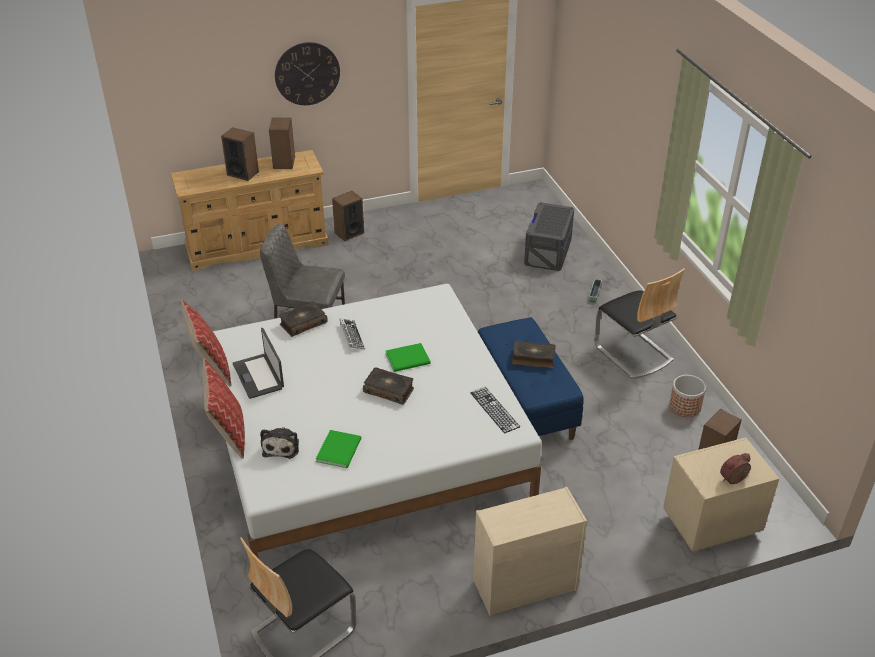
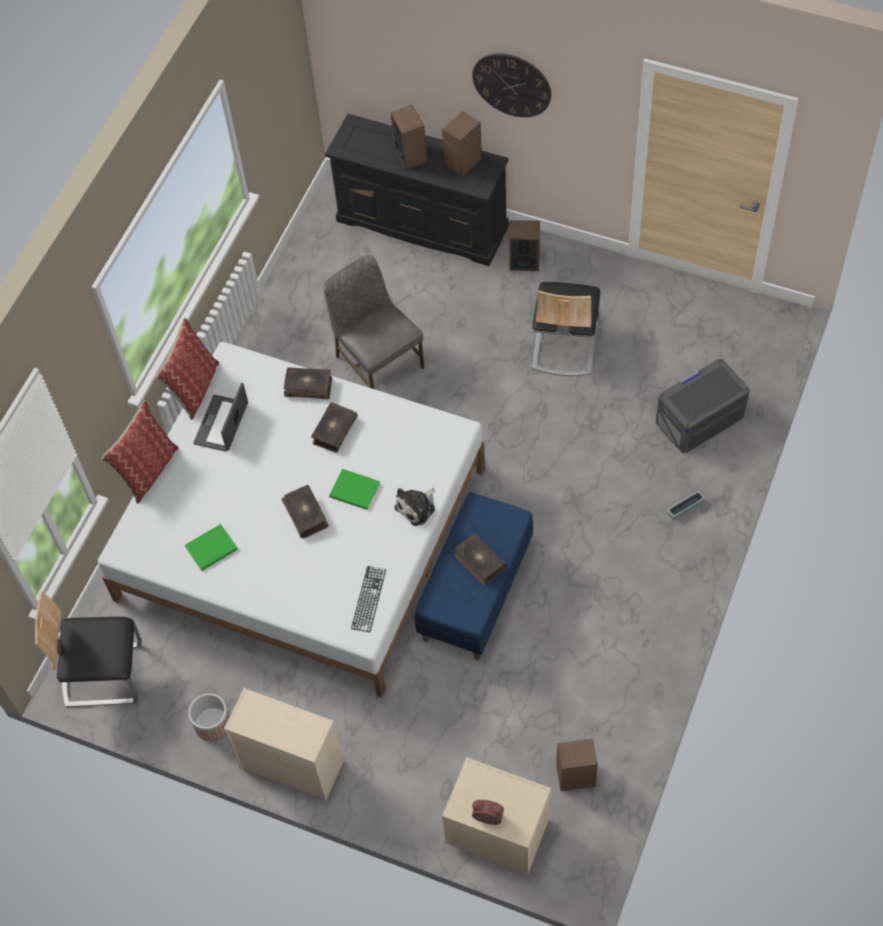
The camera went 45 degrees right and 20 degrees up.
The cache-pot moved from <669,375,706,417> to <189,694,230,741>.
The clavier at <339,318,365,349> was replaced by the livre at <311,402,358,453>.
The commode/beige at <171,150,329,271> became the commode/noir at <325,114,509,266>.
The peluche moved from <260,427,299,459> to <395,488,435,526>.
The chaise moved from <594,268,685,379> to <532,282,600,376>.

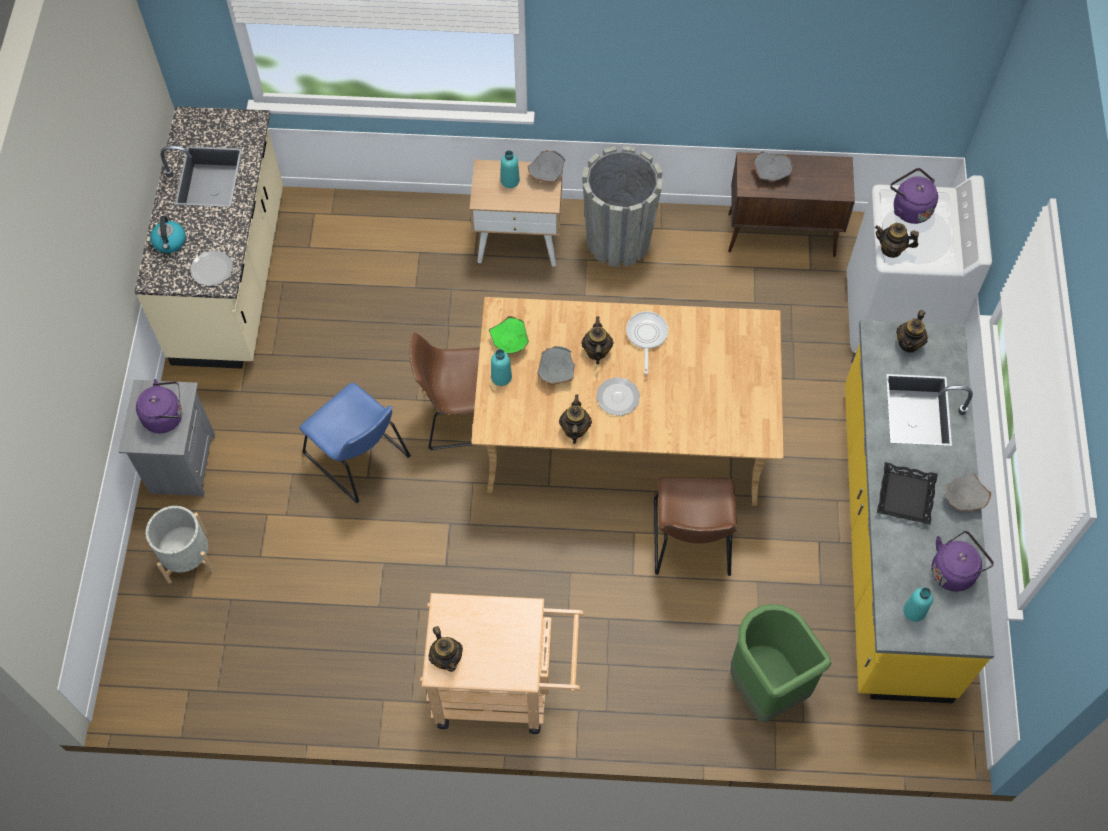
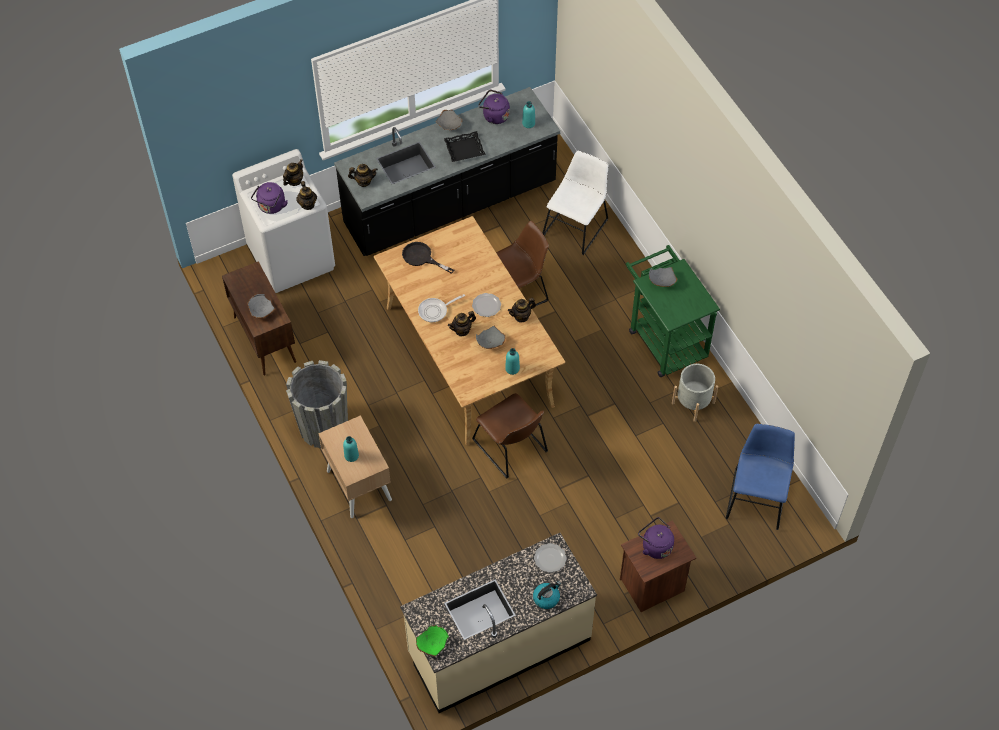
The camera went 120 degrees left and 5 degrees down.
The théière moved from <429,626,463,672> to <283,159,303,186>.
The comptoir de cuisine/jaune at <845,320,994,703> became the comptoir de cuisine/noir at <334,87,561,256>.
The poêle/noir at <402,242,454,274> appeared.
The bol/vert moved from <489,316,529,354> to <416,625,449,657>.
The poubelle/vert at <730,604,831,722> was replaced by the chaise/blanc at <543,151,608,255>.
The table de chevet/gris at <118,380,215,498> became the table de chevet/marron at <620,520,696,612>.
The chariot/beige at <420,593,584,734> became the chariot/vert at <626,245,720,377>.
The bol/gris moved from <528,150,566,182> to <649,267,677,287>.
The cache-pot/gris moved from <146,506,214,584> to <672,364,718,422>.
The chaise/bleu moved from <299,383,411,503> to <726,424,795,530>.

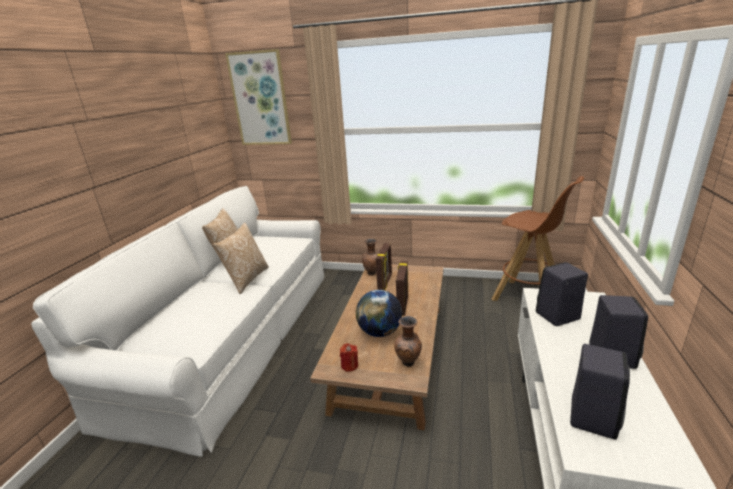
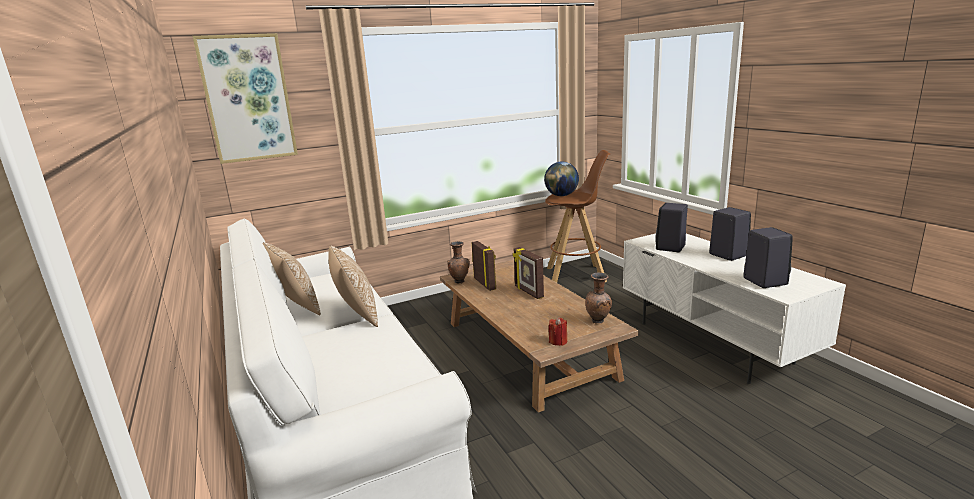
The camera went 40 degrees left and 5 degrees down.
The globe moved from <356,290,402,337> to <544,162,579,196>.

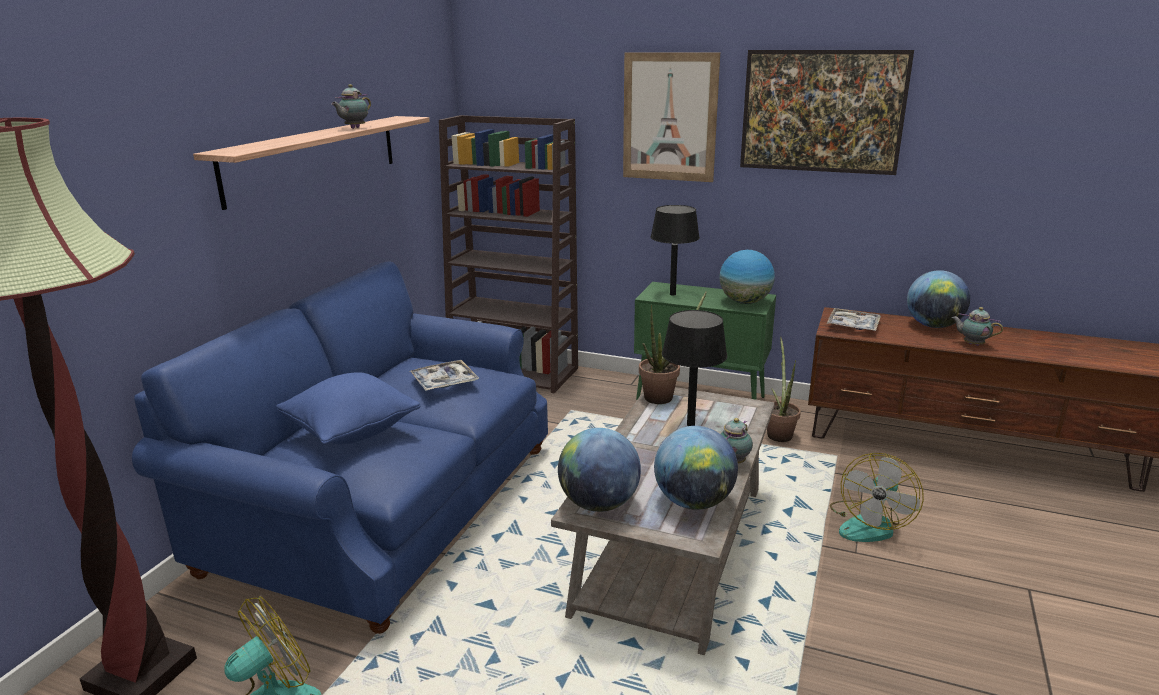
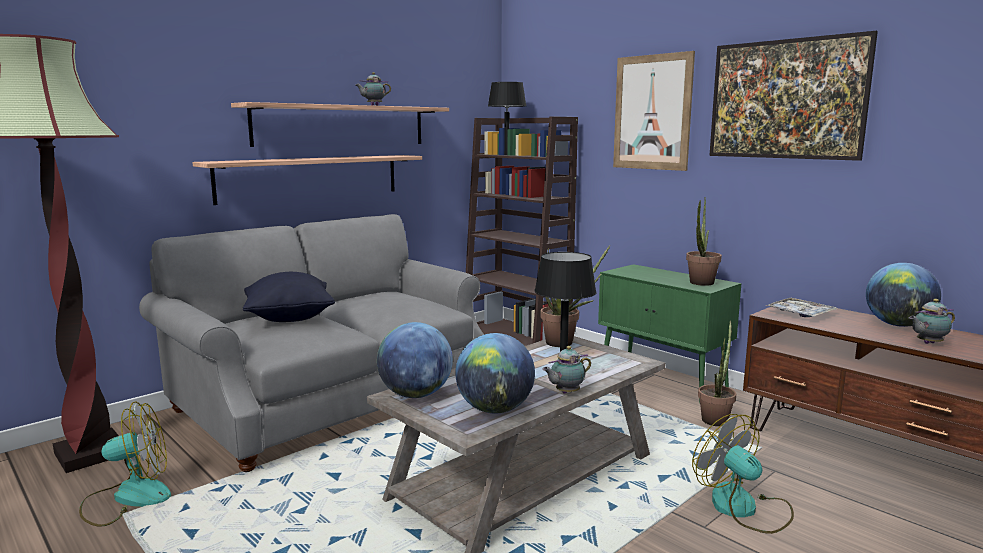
The camera went 25 degrees right and 10 degrees down.
The canapé/bleu at <132,261,548,634> became the canapé/gris at <139,214,484,472>.
The étagère at <192,155,422,205> appeared.
The coussin/bleu at <276,372,421,444> became the coussin/noir at <243,272,335,322>.
The lampe de table/noir moved from <650,205,700,296> to <488,82,526,155>.
The globe at <720,250,775,304> was replaced by the plante en pot at <686,200,722,286>.
The ventilateur at <830,453,924,542> turned 90 degrees clockwise.
The théière at <952,307,1003,346> turned 75 degrees counterclockwise.
The plateau at <410,360,479,391> disappeared.

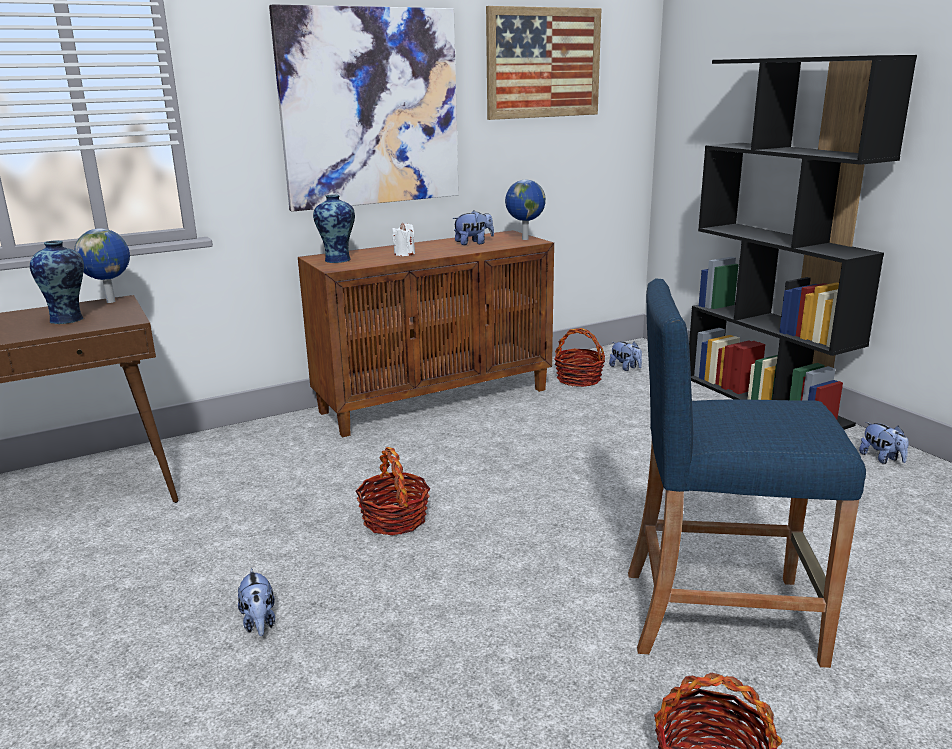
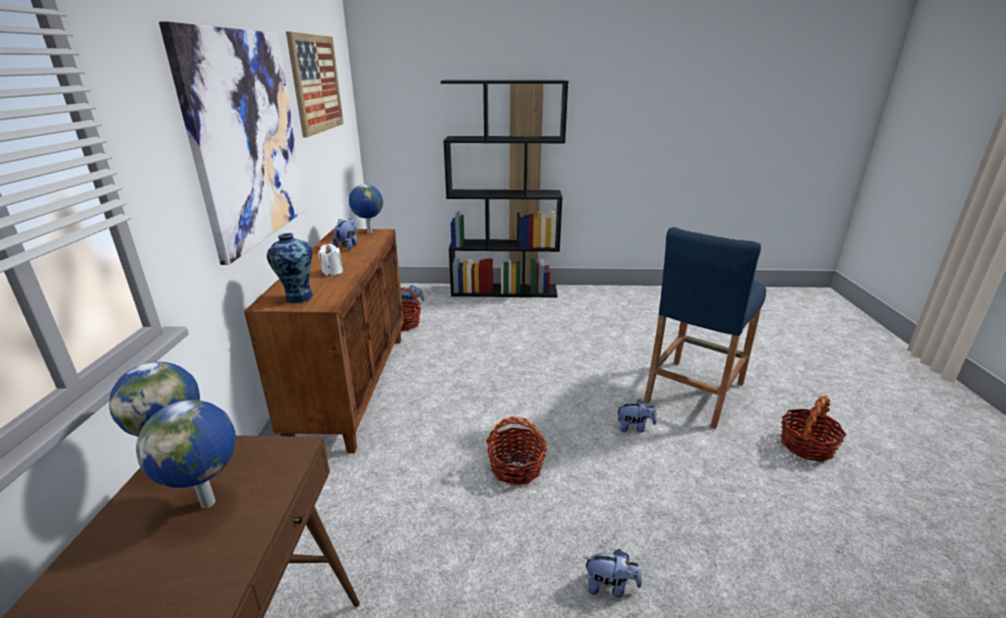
The camera went 60 degrees left and 5 degrees up.
The vase at <30,240,84,325> was replaced by the globe at <136,400,236,509>.
The peluche moved from <859,422,909,464> to <617,399,656,432>.

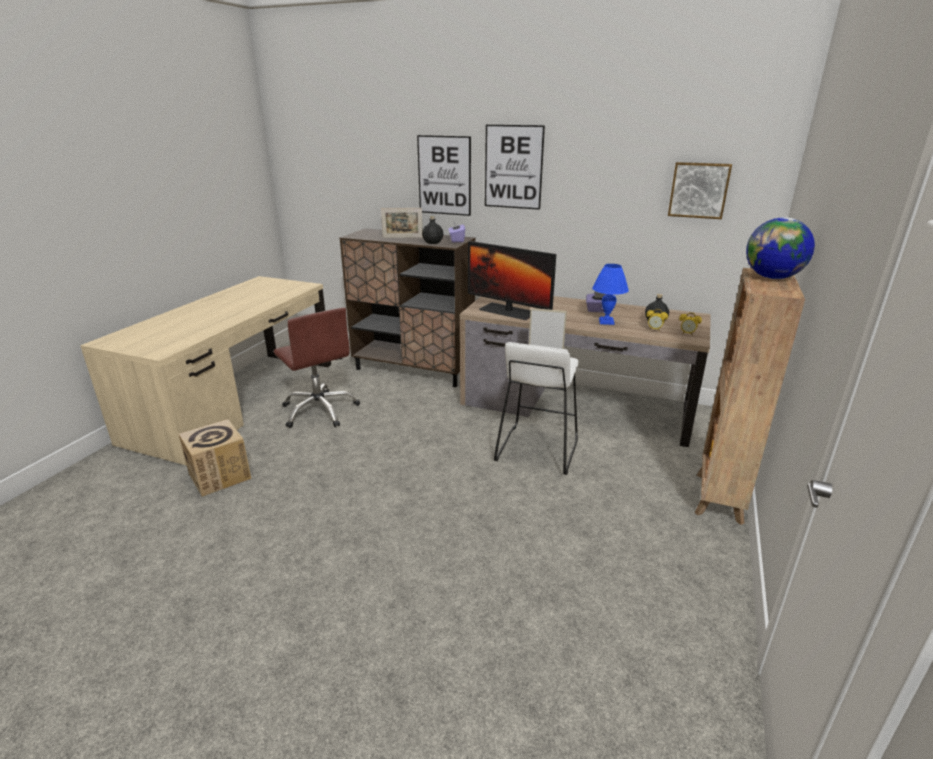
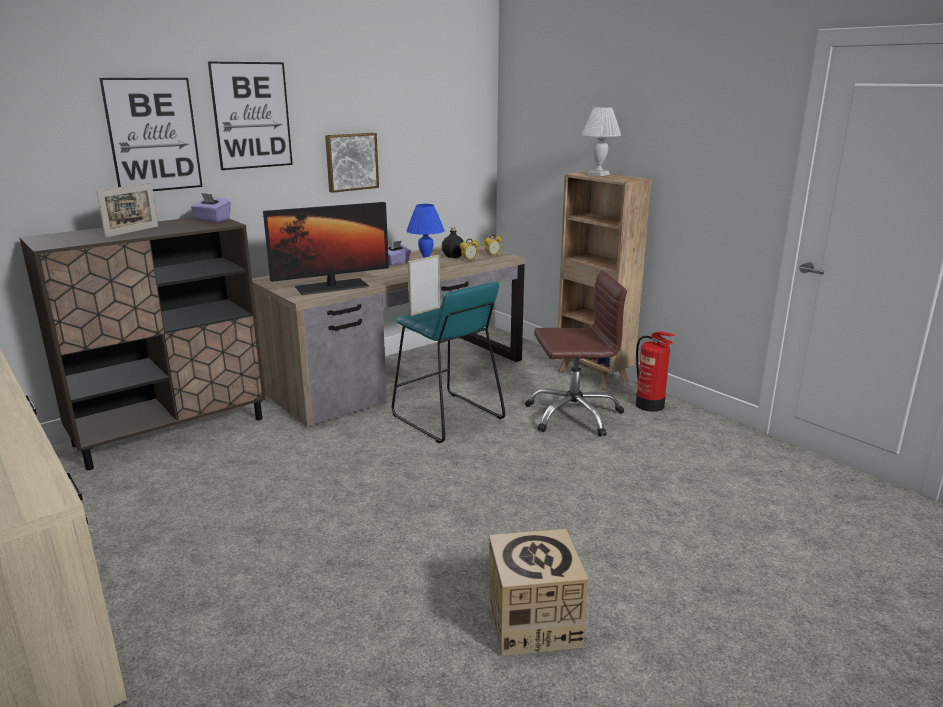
The camera went 60 degrees left and 5 degrees down.
The tableau moved from <668,162,732,219> to <325,133,379,193>.
The tabouret/blanc at <494,342,579,475> became the tabouret/turquoise at <392,282,505,443>.
The carton moved from <179,419,251,497> to <489,529,588,656>.
The chaise de bureau/marron moved from <274,307,360,428> to <525,270,627,437>.
The globe at <746,217,815,279> was replaced by the lampe de table/blanc at <581,107,621,176>.
The extincteur at <636,331,674,412> appeared.
The bouteille/noir at <422,216,443,244> disappeared.

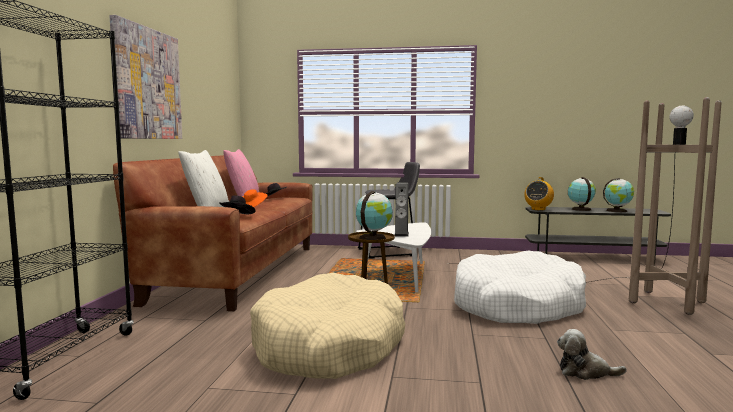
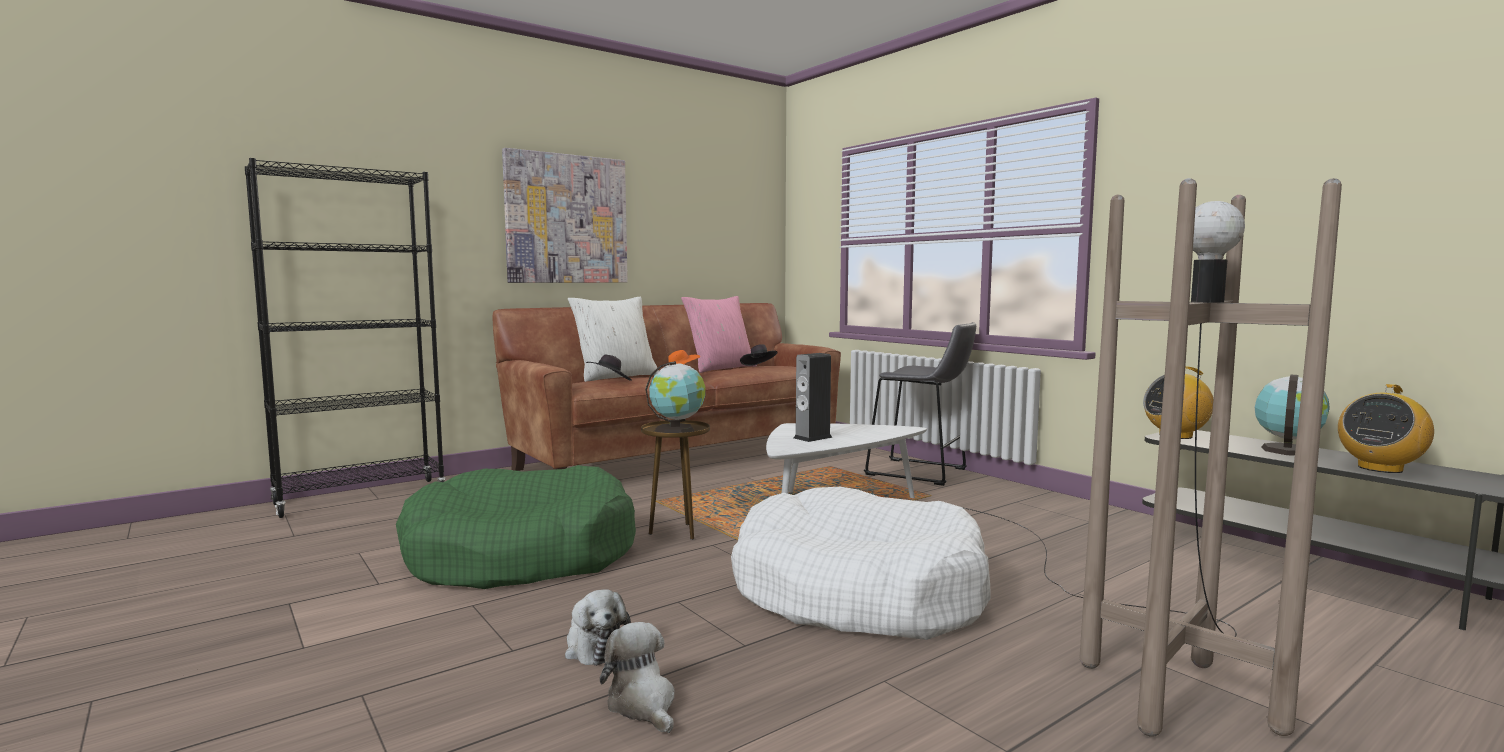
The camera went 45 degrees right and 0 degrees up.
The panier pour chien/beige at <250,273,405,379> became the panier pour chien/vert at <396,465,636,589>.
The peluche at <565,589,631,666> appeared.
The globe at <603,178,634,212> was replaced by the radio at <1338,384,1434,473>.

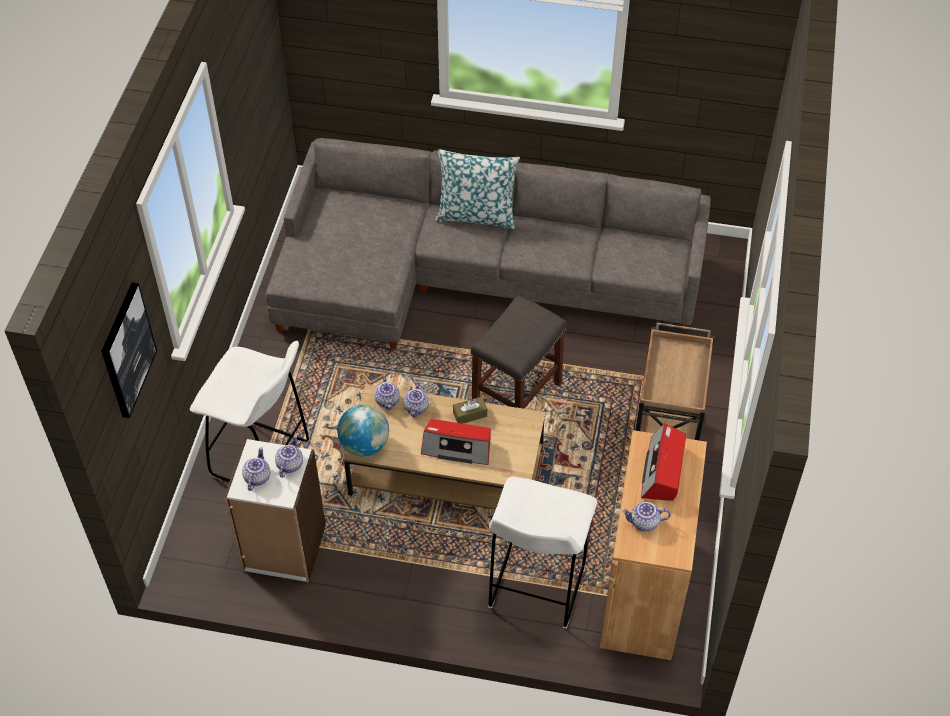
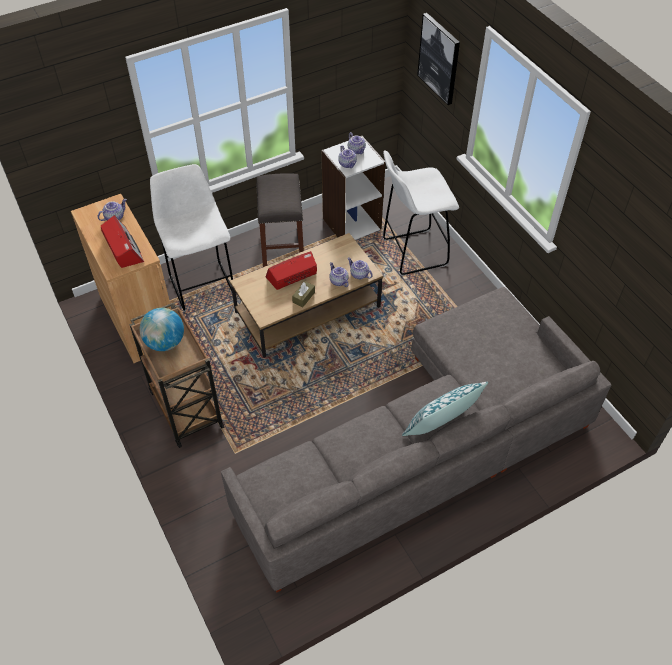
The camera went 140 degrees right and 0 degrees up.
The globe moved from <337,405,389,457> to <140,308,184,351>.
The tabouret/gris moved from <471,295,567,409> to <256,173,304,267>.

